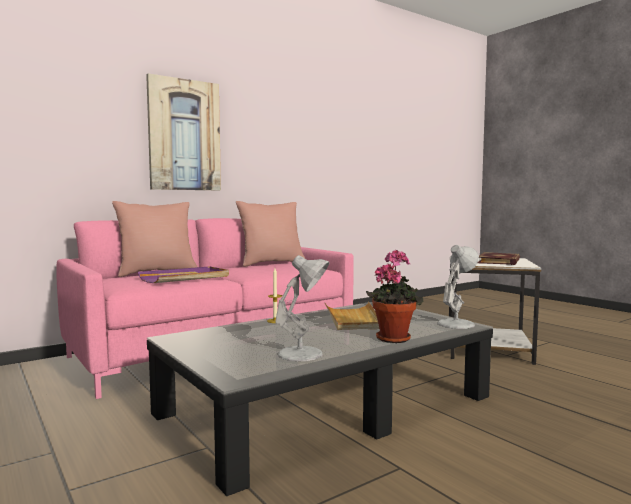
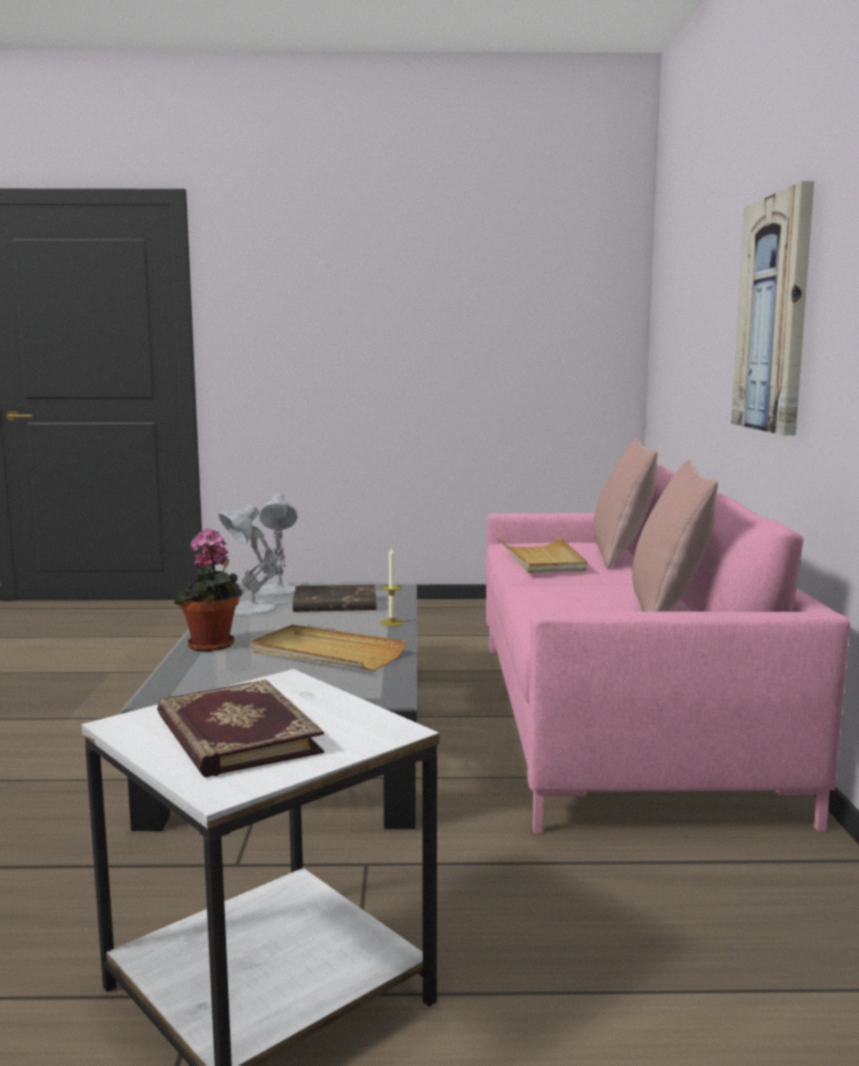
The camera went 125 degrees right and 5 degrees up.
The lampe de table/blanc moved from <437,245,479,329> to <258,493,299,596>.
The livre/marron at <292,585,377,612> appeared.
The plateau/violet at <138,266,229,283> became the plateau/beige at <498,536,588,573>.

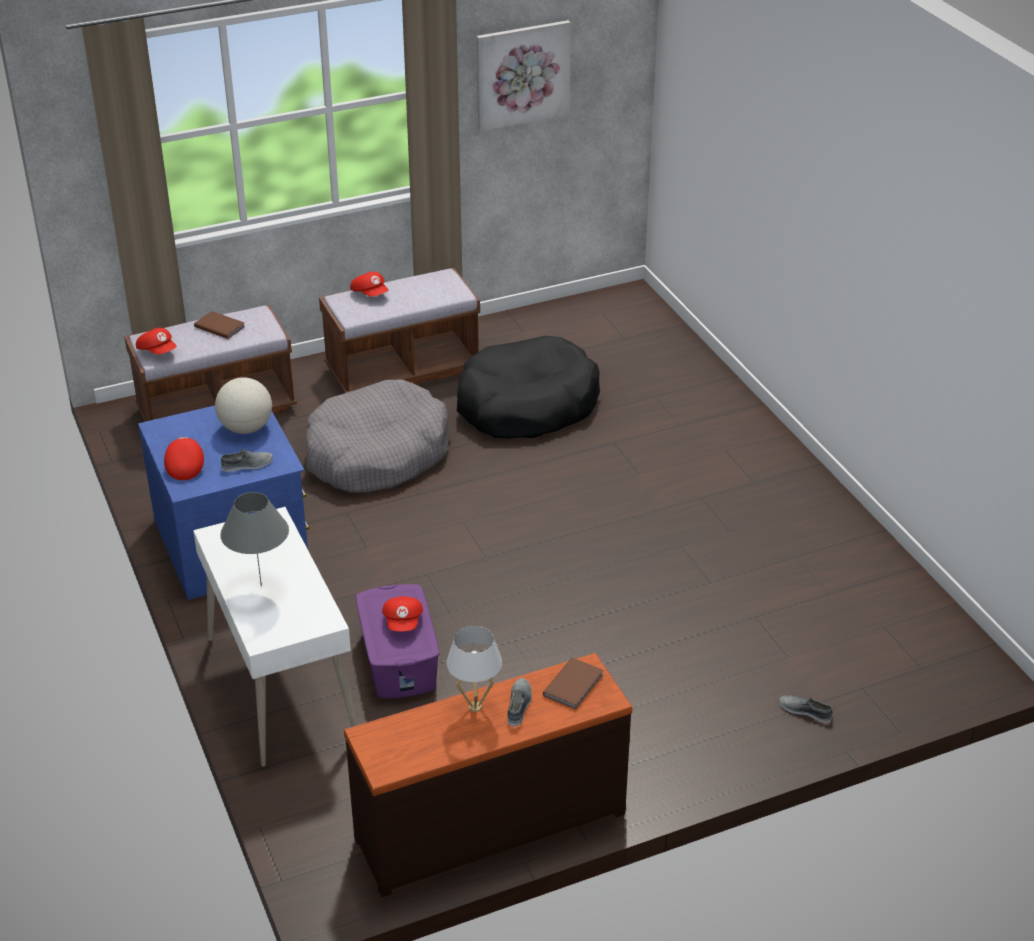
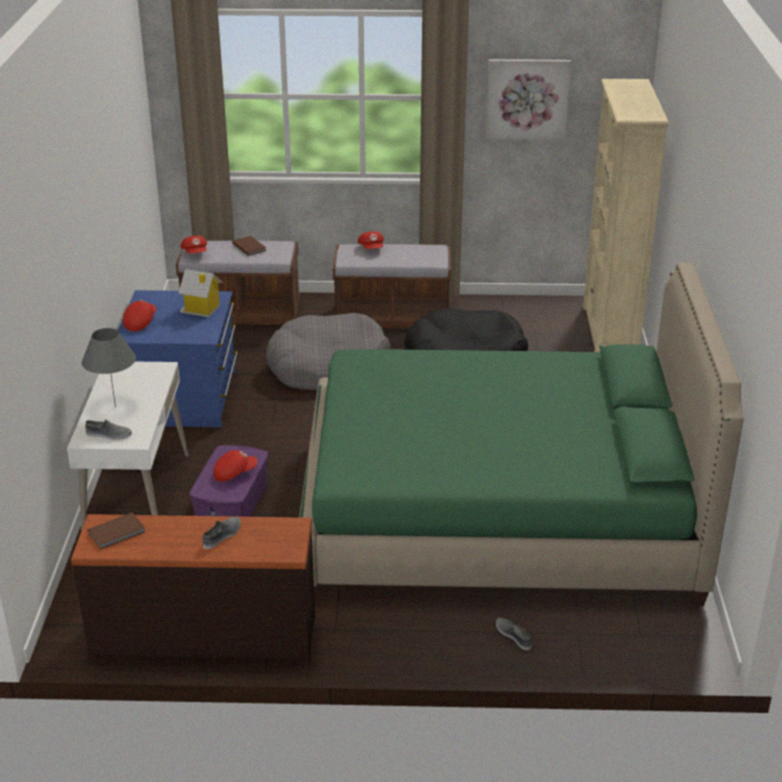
The camera went 25 degrees right and 5 degrees down.
The chaussure/gris moved from <221,449,273,472> to <85,419,132,440>.
The livre/marron moved from <543,658,603,710> to <87,512,146,549>.
The globe at <215,377,272,434> was replaced by the maison miniature at <178,269,222,317>.
The casquette/rouge at <382,596,423,631> turned 135 degrees counterclockwise.
The lit/vert at <299,263,744,606> appeared.
The bibliothèque/beige at <583,79,668,352> appeared.
The lampe de table/blanc at <446,626,502,712> disappeared.

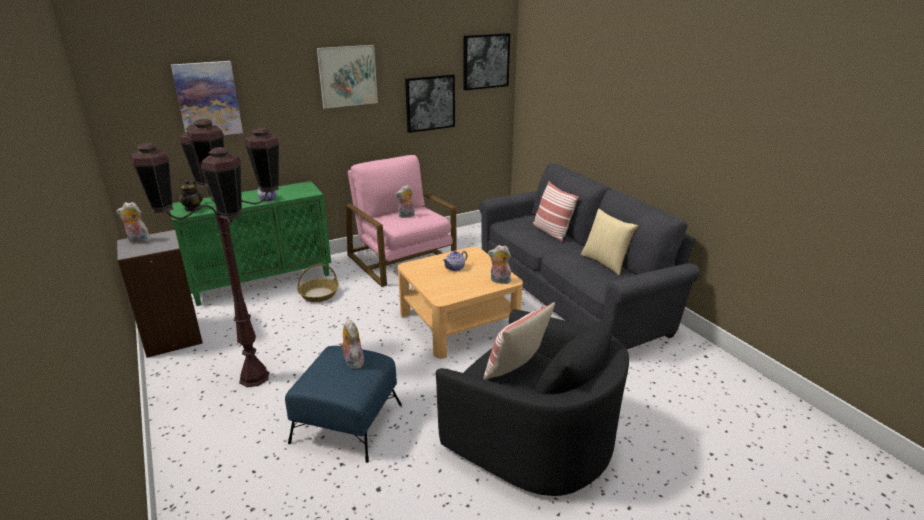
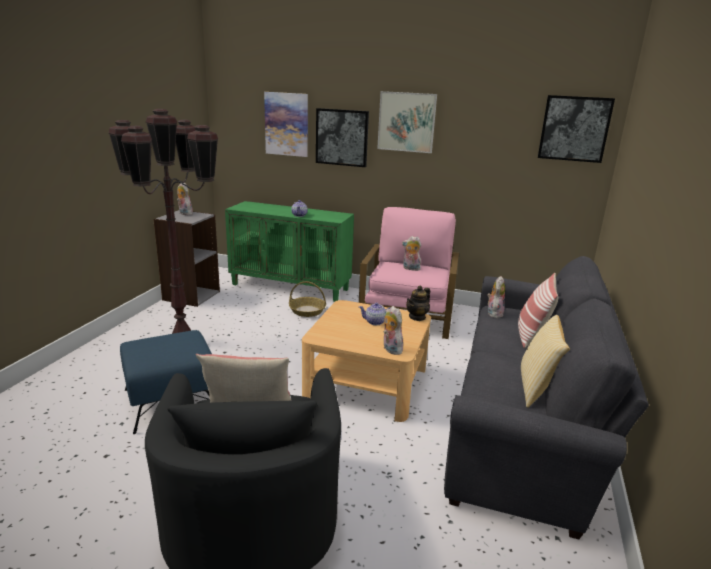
The camera went 45 degrees right and 5 degrees down.
The tableau moved from <405,74,455,133> to <316,108,369,167>.
The théière moved from <178,180,203,211> to <406,286,430,321>.
The peluche moved from <340,319,364,369> to <487,276,505,318>.

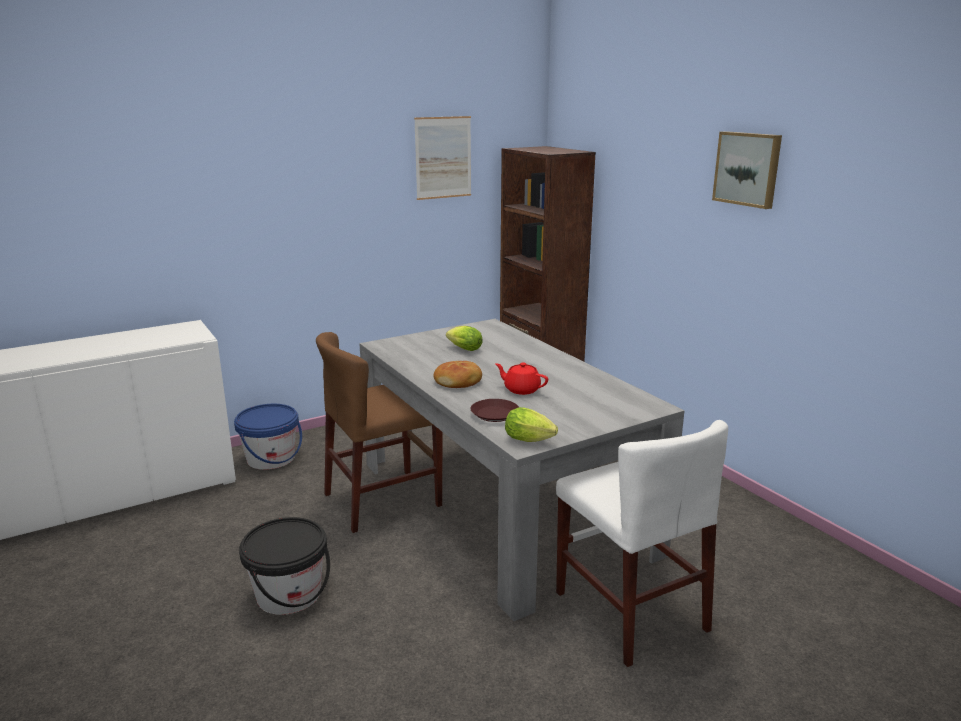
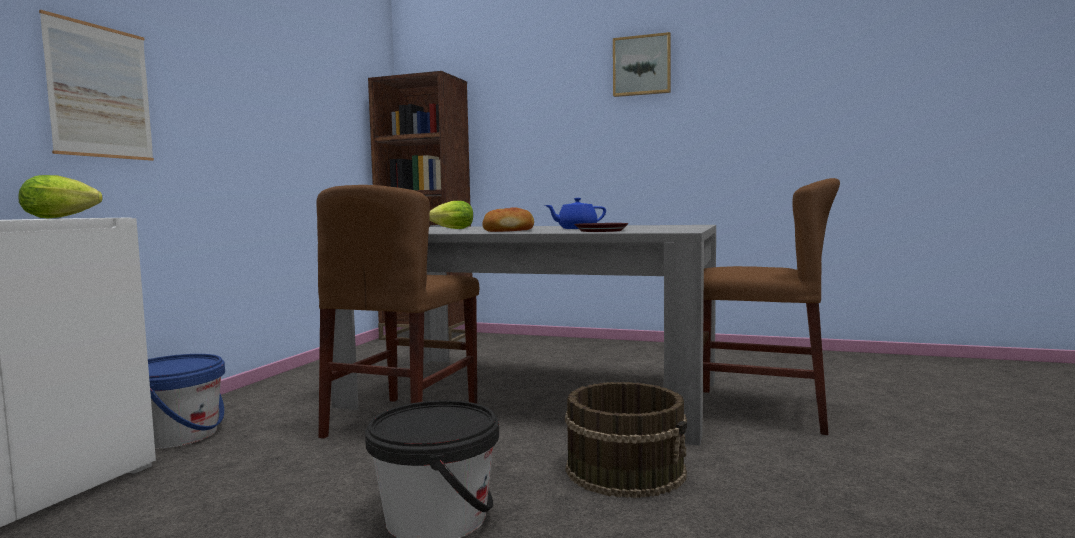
The camera went 40 degrees left and 15 degrees down.
The laitue moved from <505,407,558,442> to <19,175,102,218>.
The tableau moved from <414,116,471,200> to <39,10,154,161>.
The théière/rouge at <495,363,548,395> became the théière/bleu at <545,198,606,229>.
The seau/marron at <565,382,687,498> appeared.
The chaise/blanc at <556,420,728,667> became the chaise/marron at <703,178,840,435>.

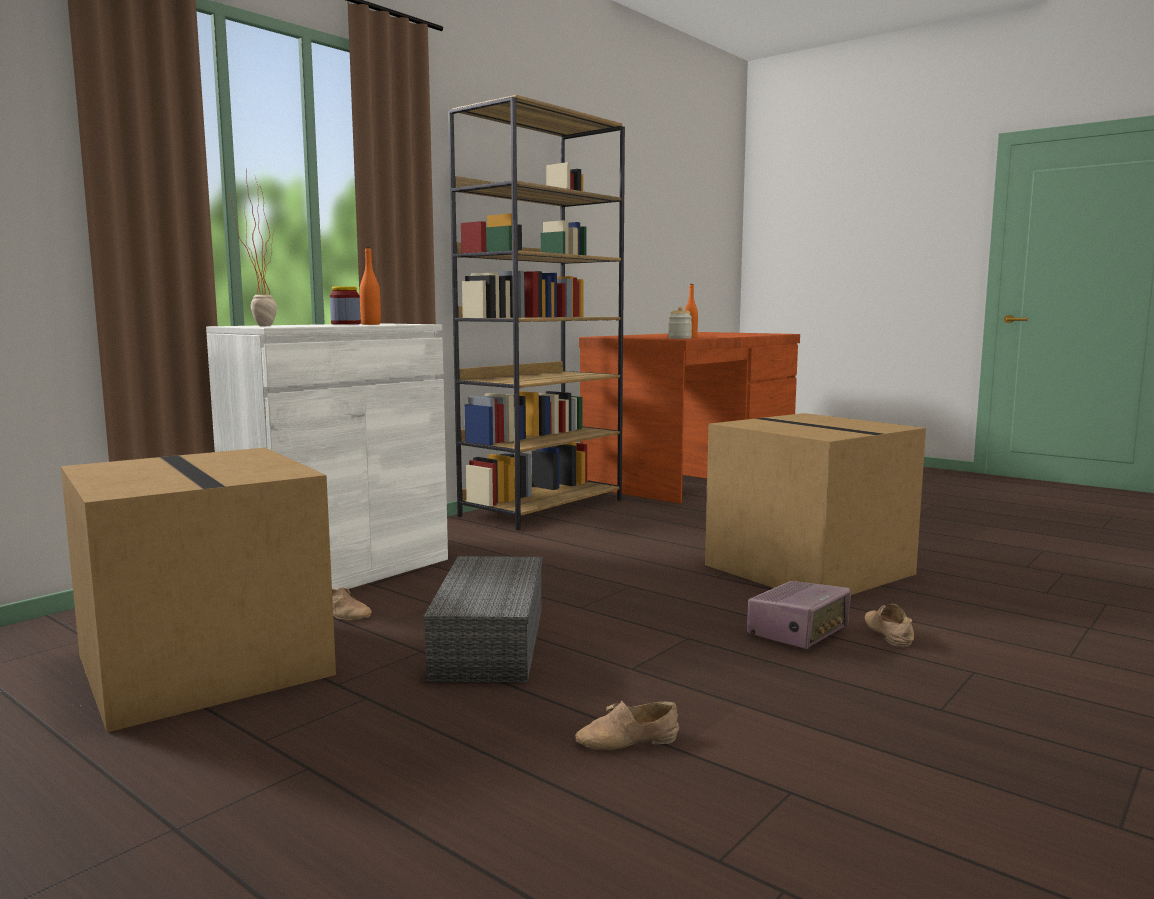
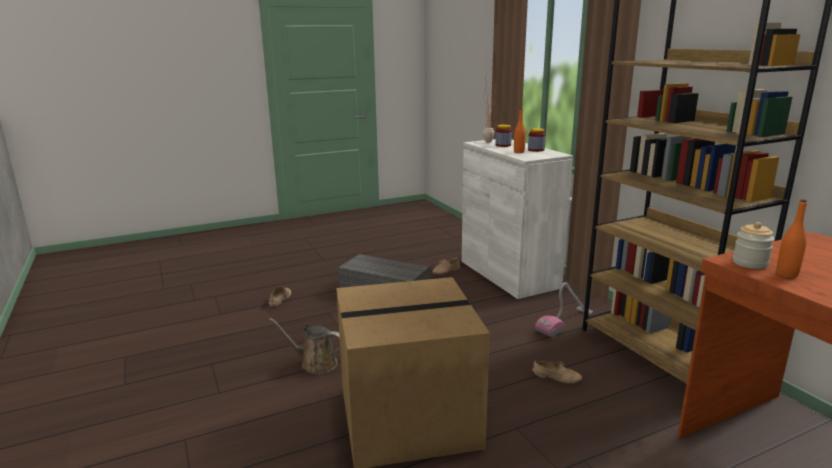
The camera went 115 degrees right and 10 degrees up.
The radio at <747,581,851,649> was replaced by the arrosoir/marron at <269,318,340,374>.
The bocal at <495,124,512,147> appeared.
The chaussure/beige moved from <865,603,914,647> to <532,361,582,383>.
The aspirateur at <535,282,593,337> appeared.
The carton at <61,448,336,732> disappeared.

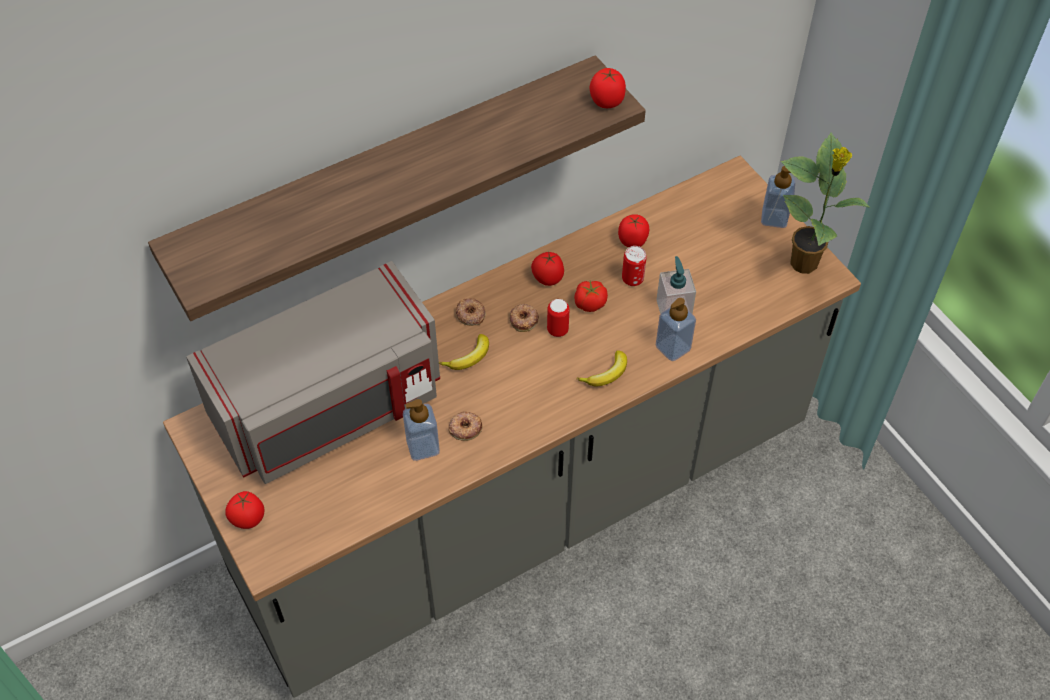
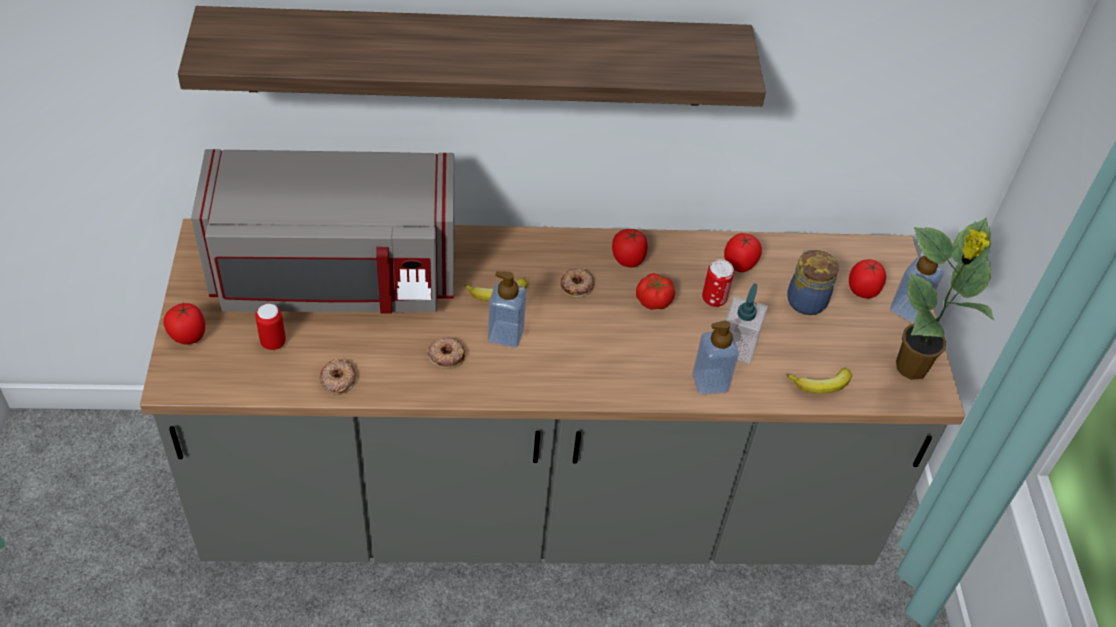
The camera went 25 degrees right and 5 degrees down.
The boîte métallique moved from <547,299,570,337> to <255,303,286,350>.
The beignet moved from <456,298,486,326> to <319,359,356,395>.
The distributeur de savon moved from <403,399,440,461> to <488,271,527,348>.
The banane moved from <576,350,627,386> to <786,368,852,393>.
The bocal at <787,249,839,315> appeared.
The tomate moved from <590,68,626,108> to <849,259,886,298>.

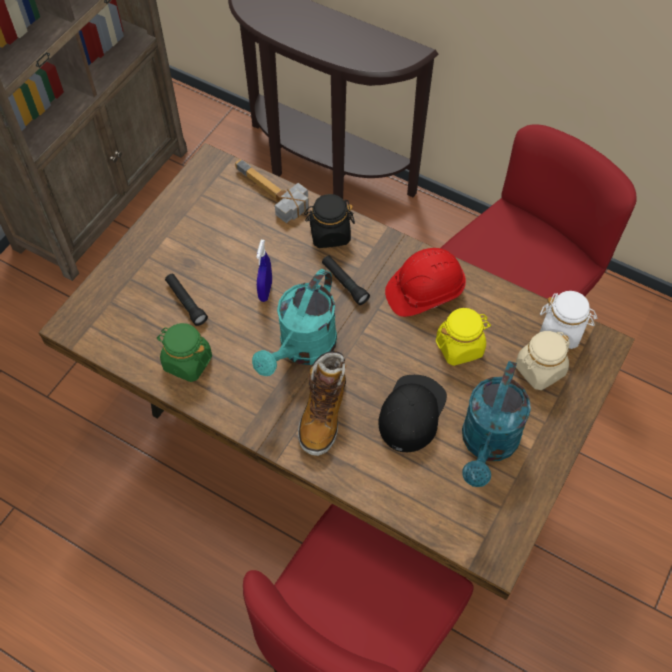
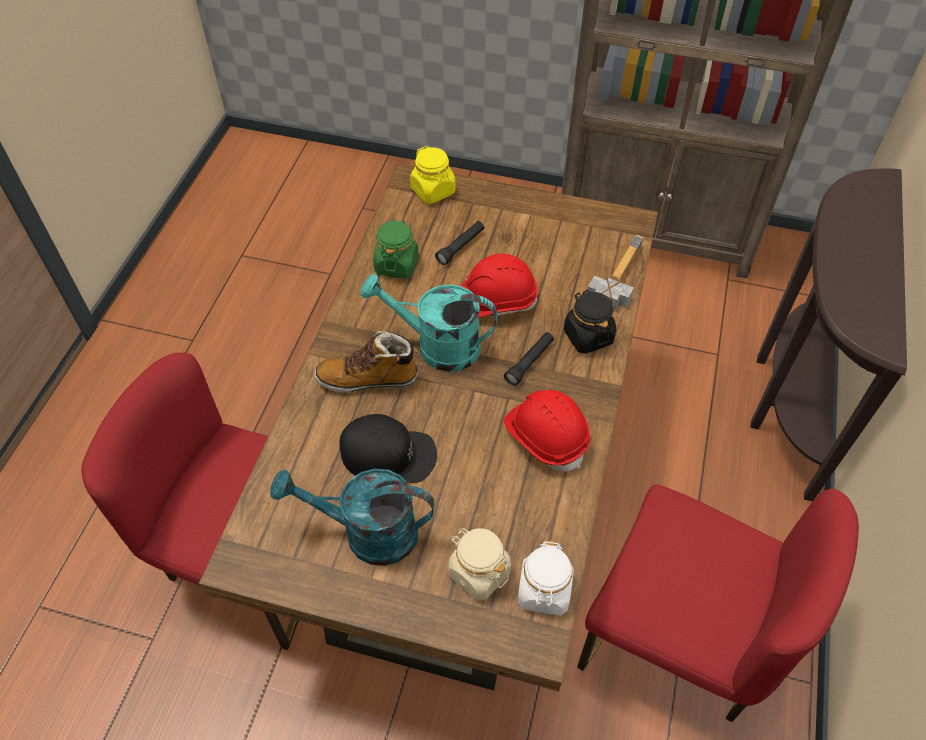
The camera went 75 degrees right and 5 degrees down.
The bocal/jaune moved from <436,308,491,366> to <410,146,456,204>.
The vaporisateur/bleu at <256,240,272,302> was replaced by the casque de chantier/rouge at <460,254,538,318>.

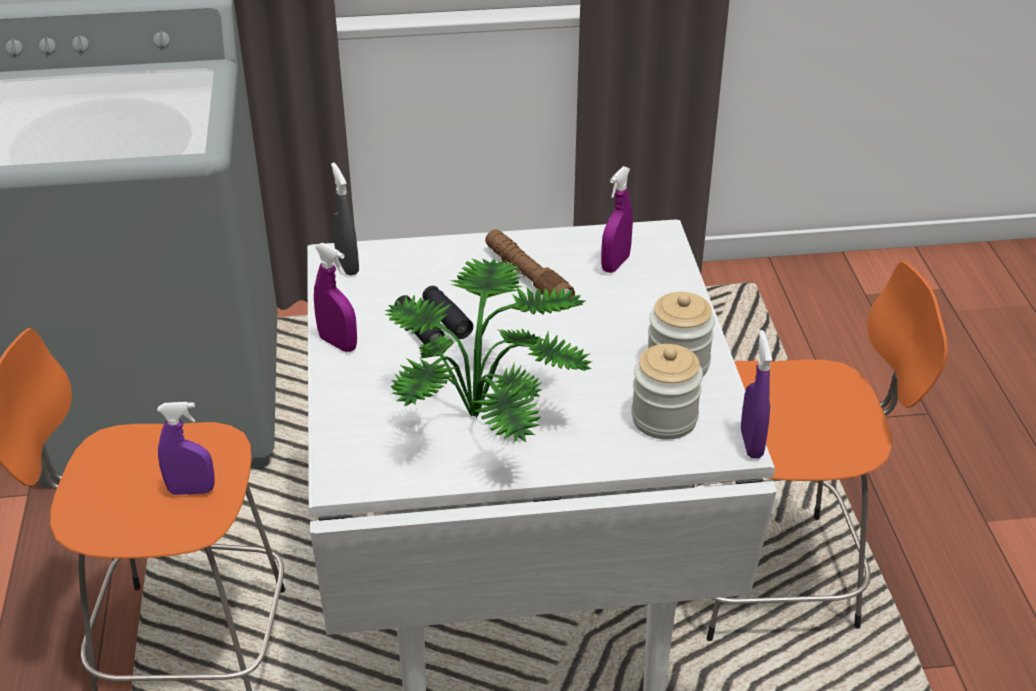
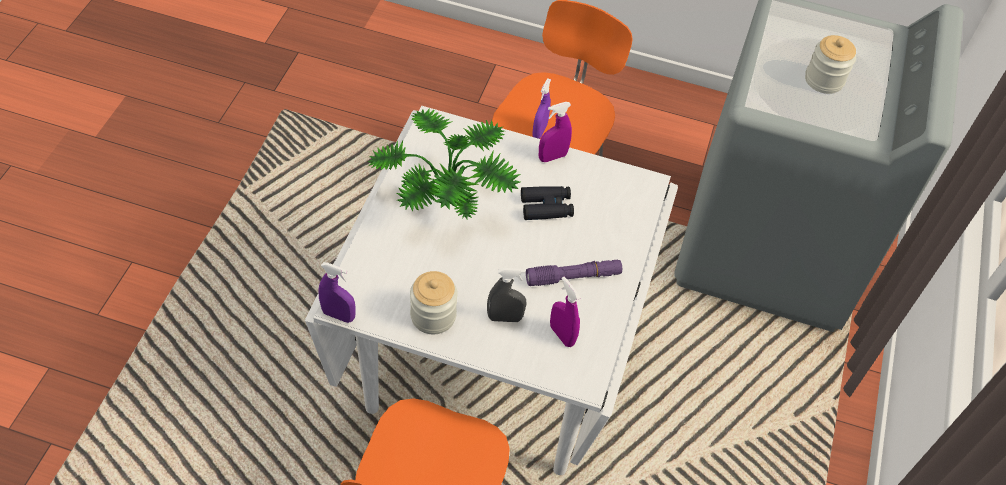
The camera went 110 degrees right and 15 degrees up.
The vaporisateur/gris moved from <331,163,359,276> to <487,268,526,322>.
The lampe de poche/marron at <485,229,575,299> became the lampe de poche/violet at <526,260,622,286>.
The bocal moved from <631,344,703,440> to <805,35,856,94>.

